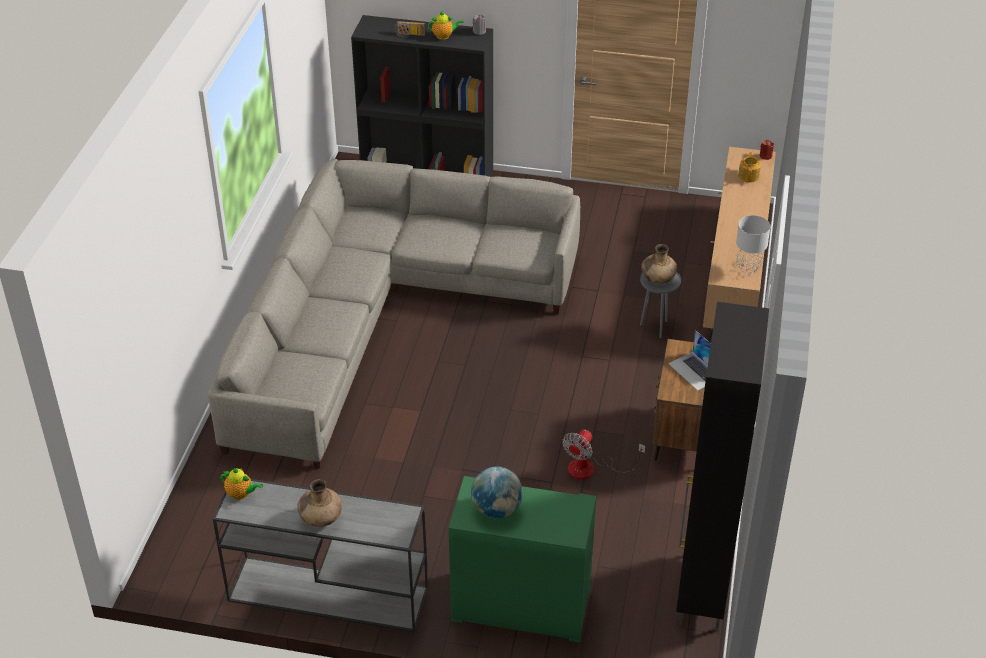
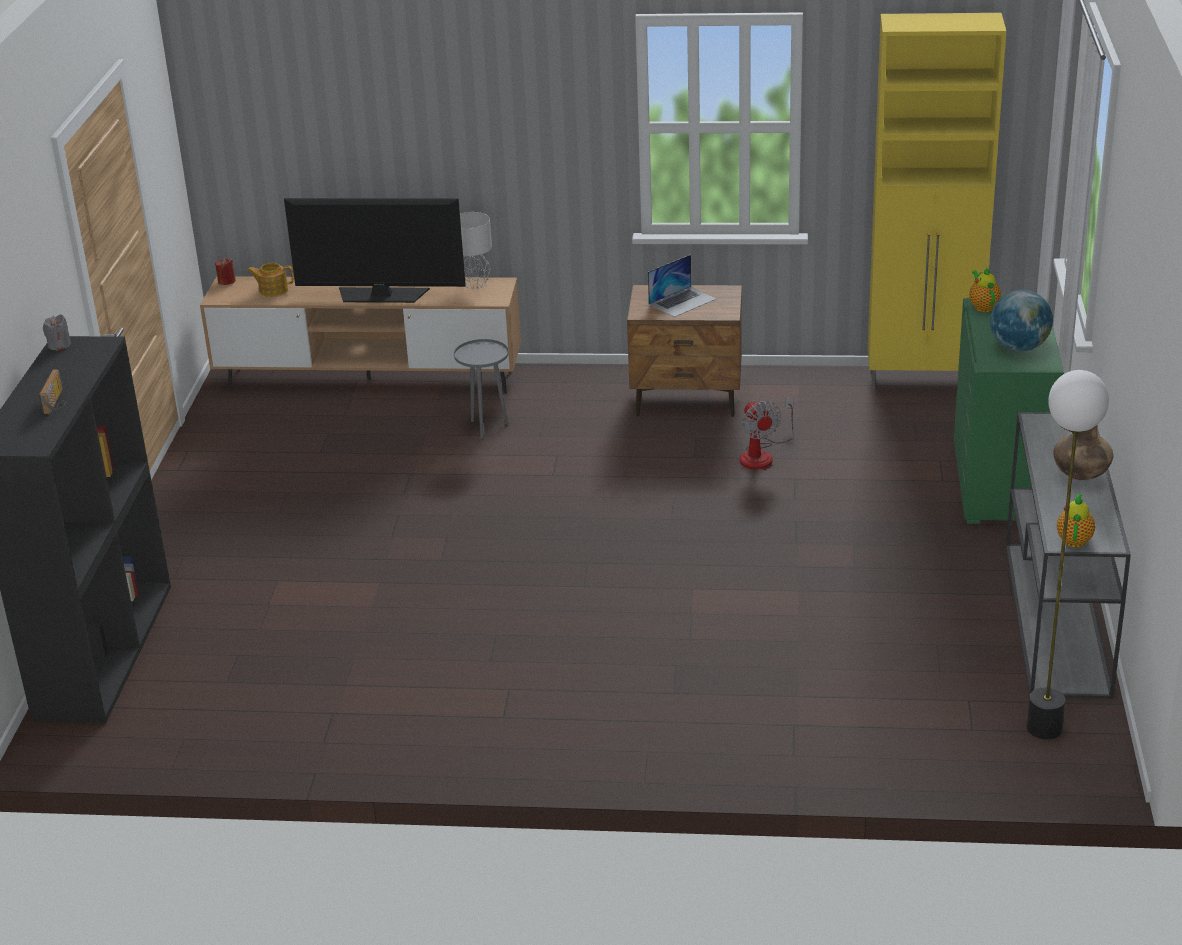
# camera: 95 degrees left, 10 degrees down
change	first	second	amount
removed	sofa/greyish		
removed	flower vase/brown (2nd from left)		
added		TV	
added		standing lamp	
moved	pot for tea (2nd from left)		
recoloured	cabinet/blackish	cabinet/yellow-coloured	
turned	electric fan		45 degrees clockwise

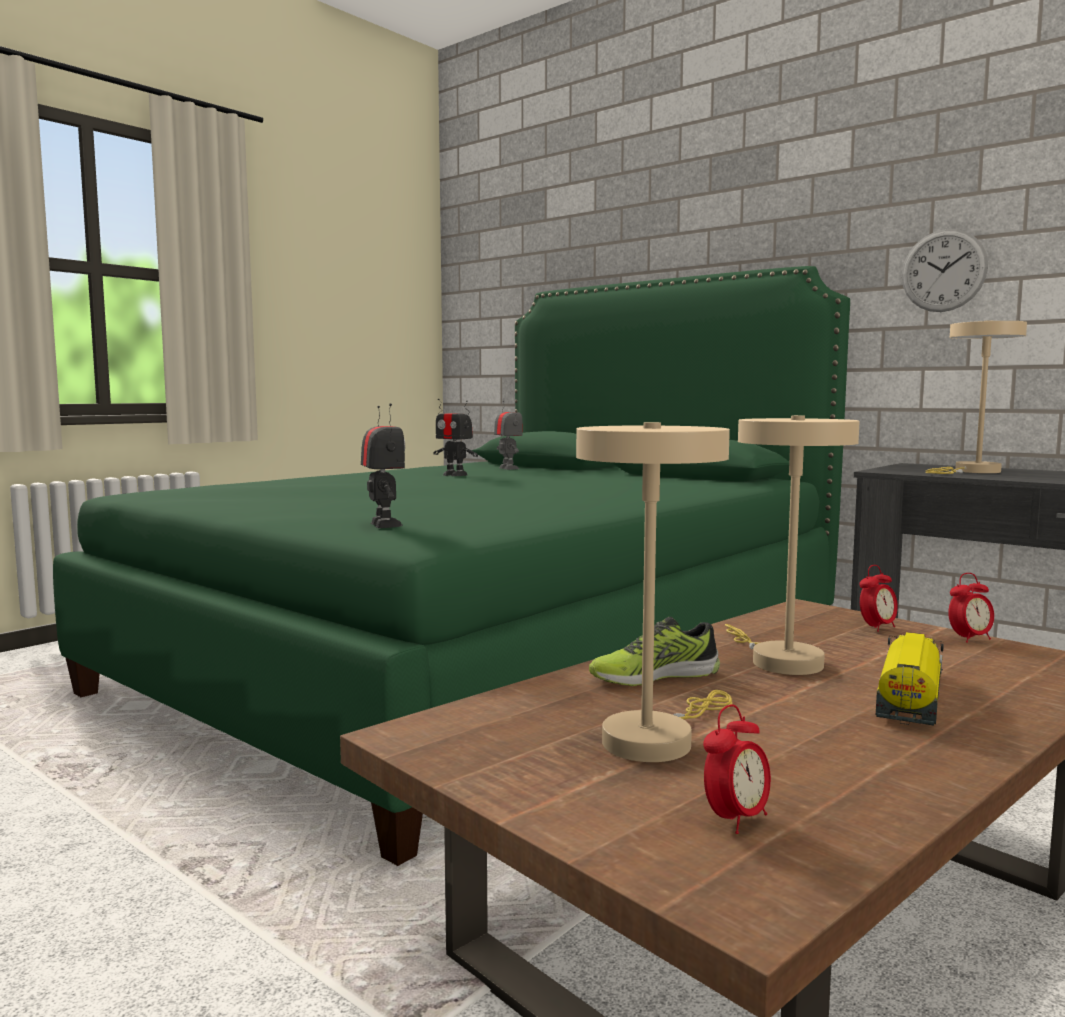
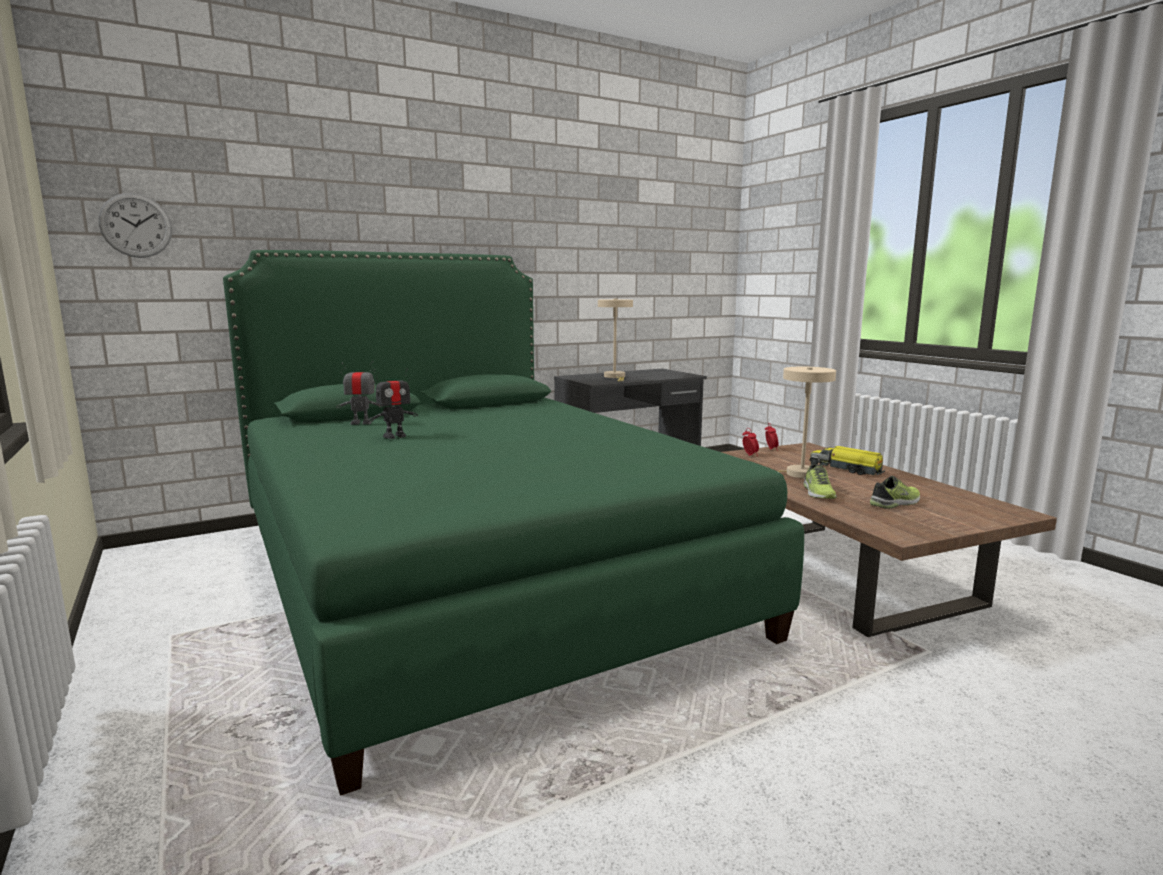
# camera: 70 degrees left, 5 degrees up
change	first	second	amount
removed	toy robot (1st from left)		
removed	bedside clock (1st from left)		
moved	clock on the wall		
replaced	table lamp/sand-coloured (1st from left)	low shoe (2nd from left)	

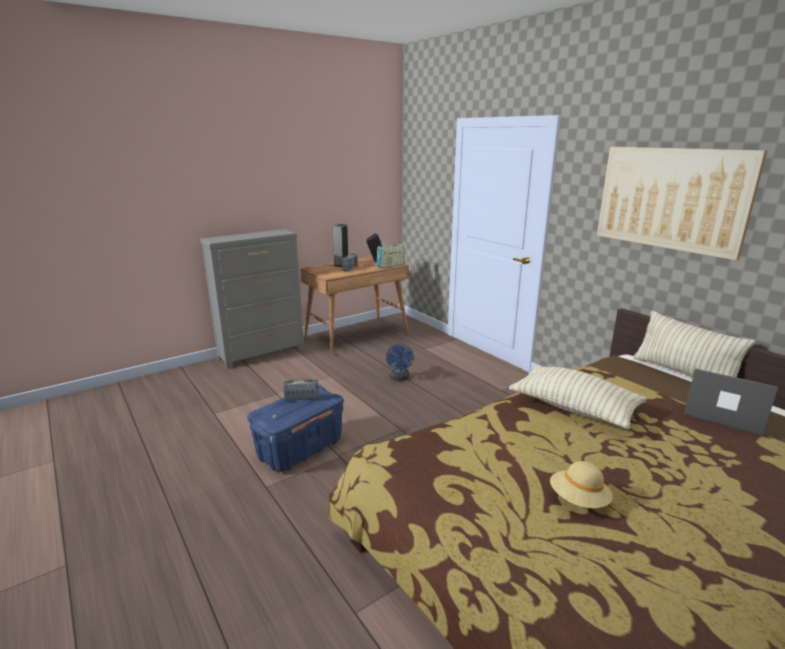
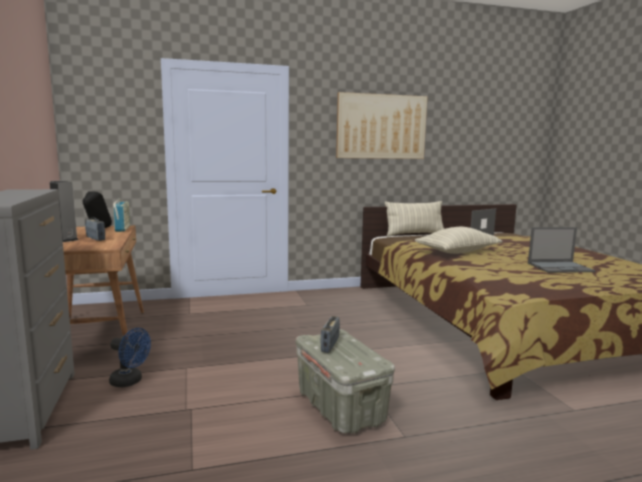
# camera: 70 degrees left, 10 degrees down
change	first	second	amount
moved	electric fan/bluish		
replaced	hat/sand-coloured	notebook computer (2nd from left)	
recoloured	storage box/bluish	storage box/greyish	

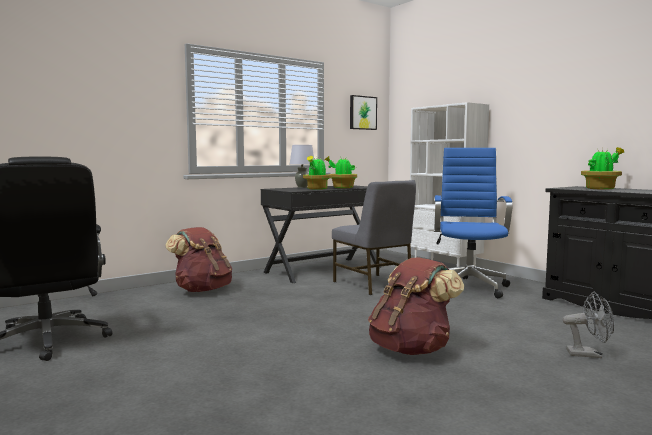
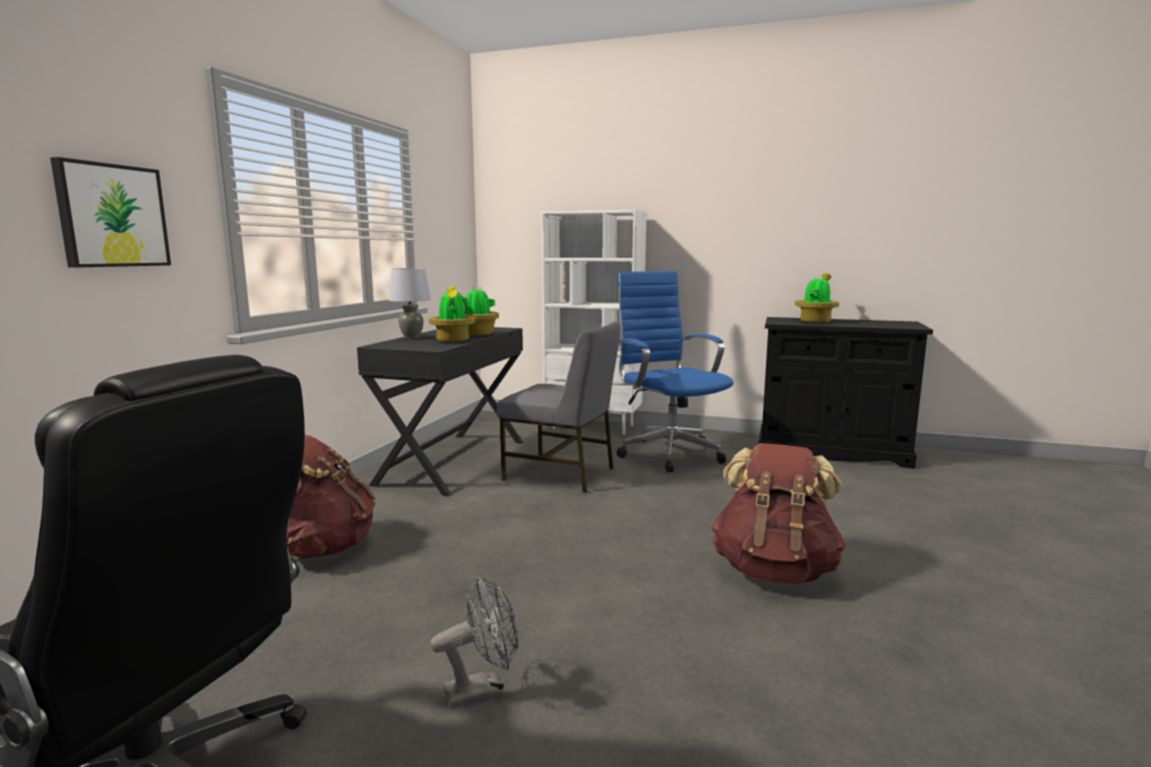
# camera: 35 degrees left, 5 degrees up
change	first	second	amount
moved	wall picture		
moved	electric fan/greyish		

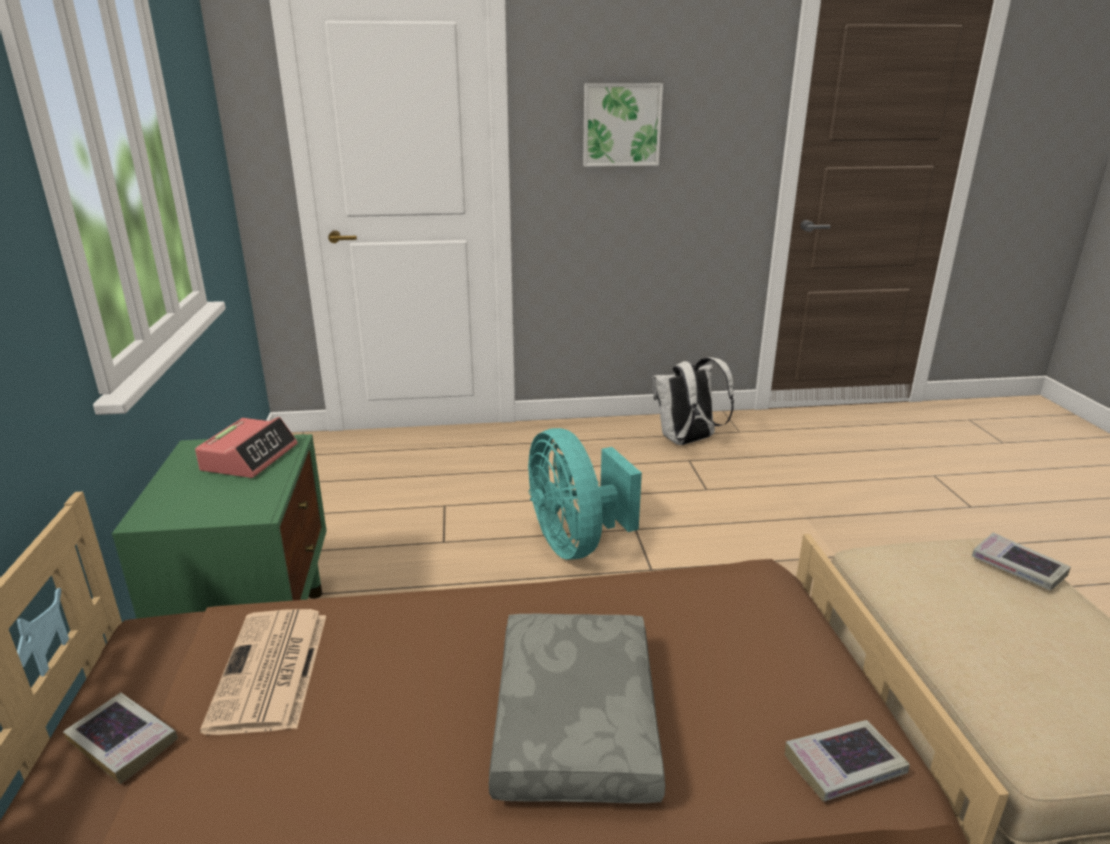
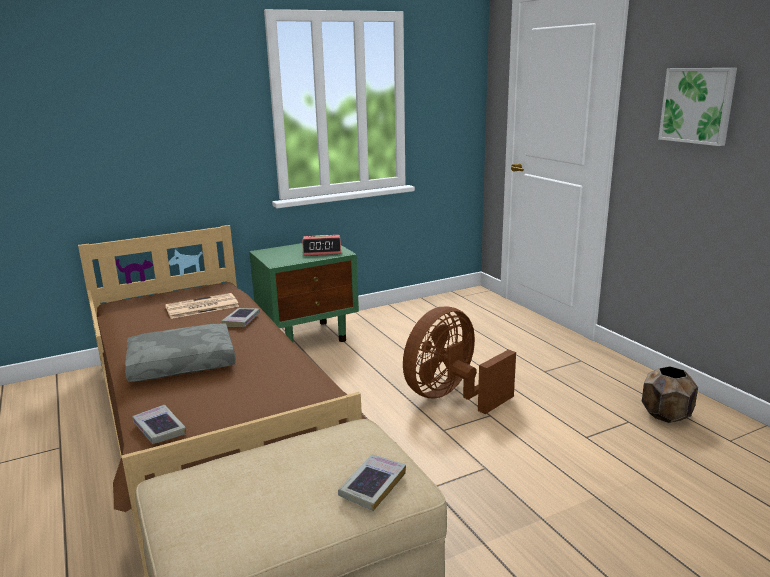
# camera: 70 degrees right, 5 degrees down
change	first	second	amount
moved	volume (1st from left in the first image)	volume (2nd from left)	
replaced	rucksack/whitish	planter/brown	
recoloured	electric fan/turquoise-coloured	electric fan/brown	

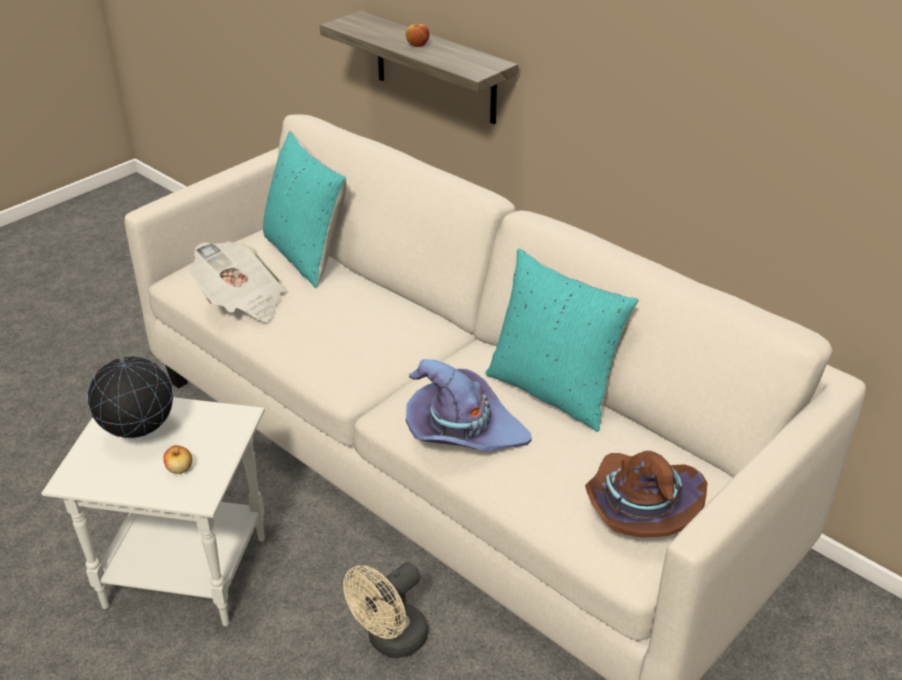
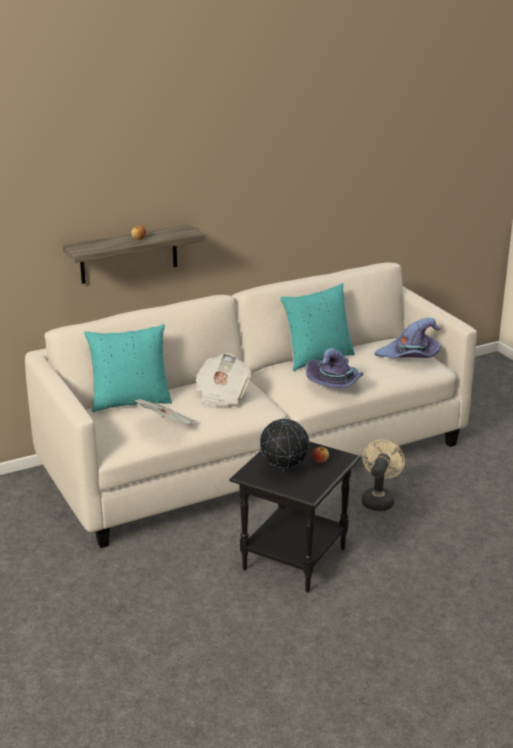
# camera: 70 degrees left, 10 degrees down
change	first	second	amount
added		daily paper (2nd from left)	
recoloured	side table/whitish	side table/blackish	
recoloured	hat/brown	hat/purple (2nd from left)	
turned	electric fan/sand-coloured		135 degrees counterclockwise

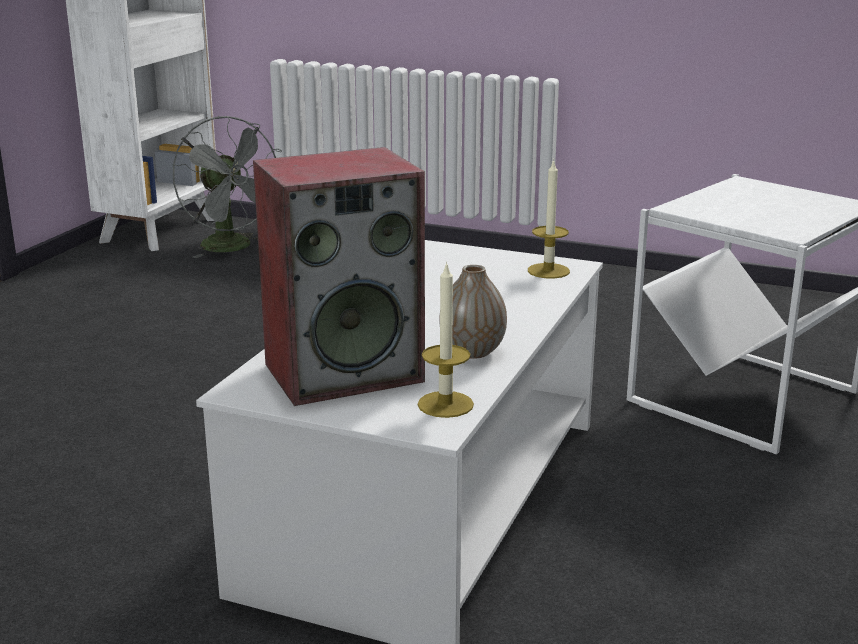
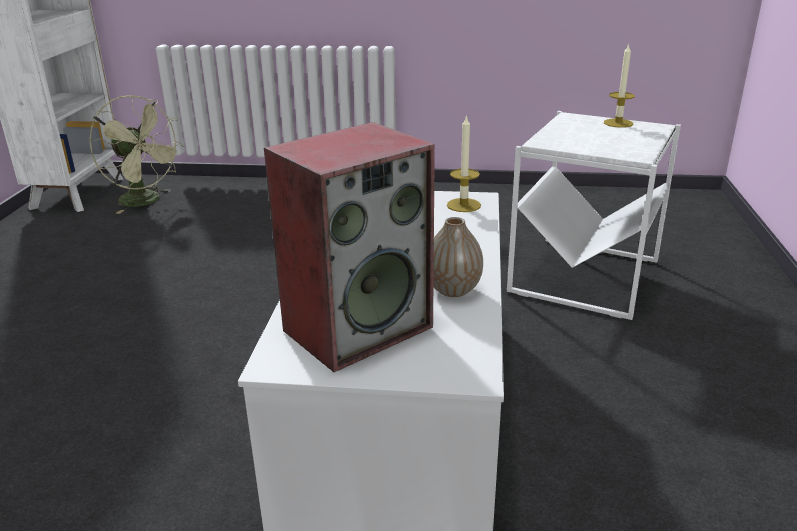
# camera: 15 degrees left, 5 degrees up
change	first	second	amount
moved	wax candle (1st from left in the first image)	wax candle (2nd from left)	
recoloured	electric fan/greyish	electric fan/green	

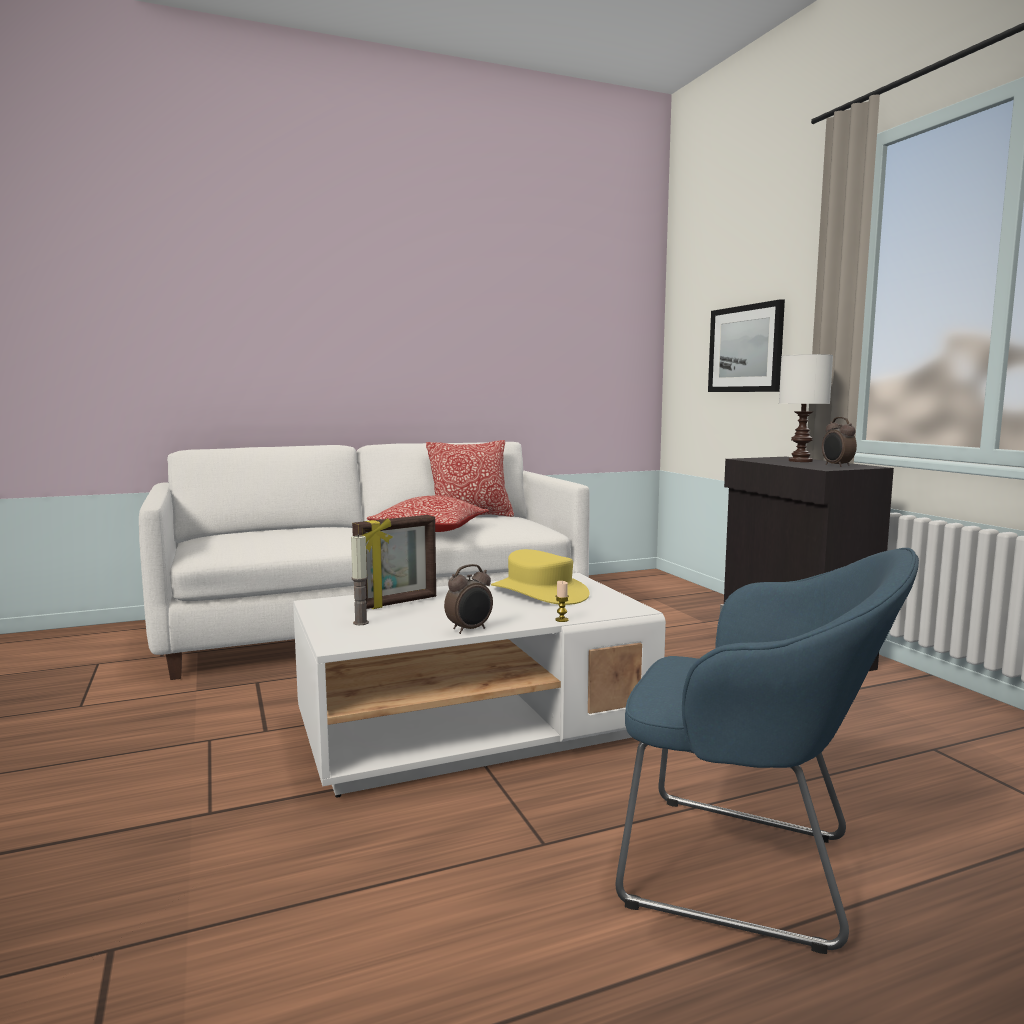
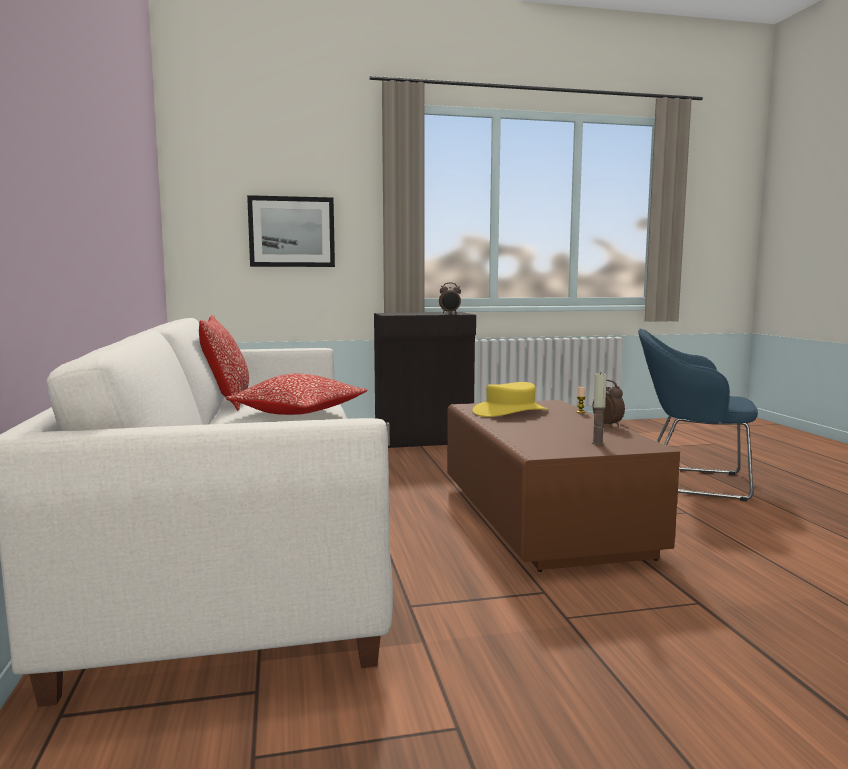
# camera: 80 degrees left, 0 degrees up
change	first	second	amount
removed	photo frame		
removed	table lamp/whitish		
recoloured	low table/whitish	low table/brown	
turned	easy chair/bluish		105 degrees counterclockwise

